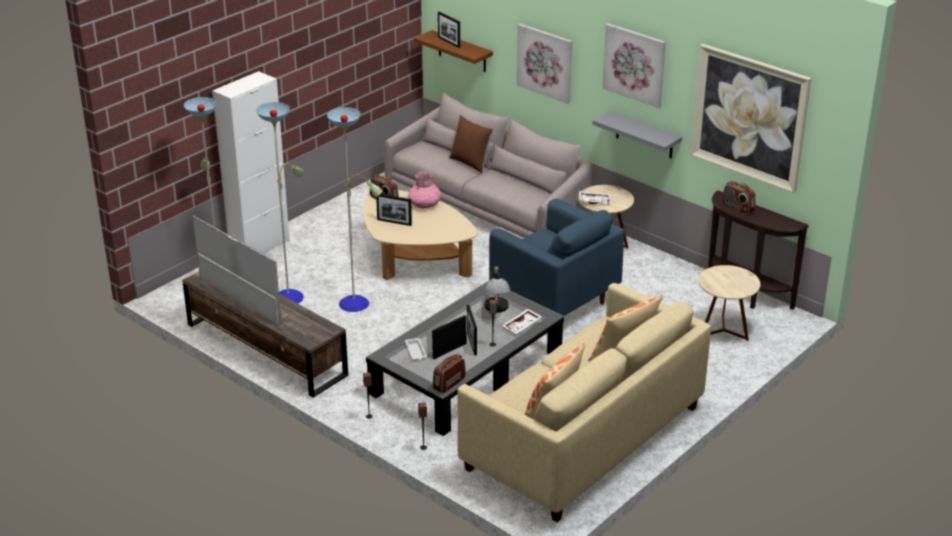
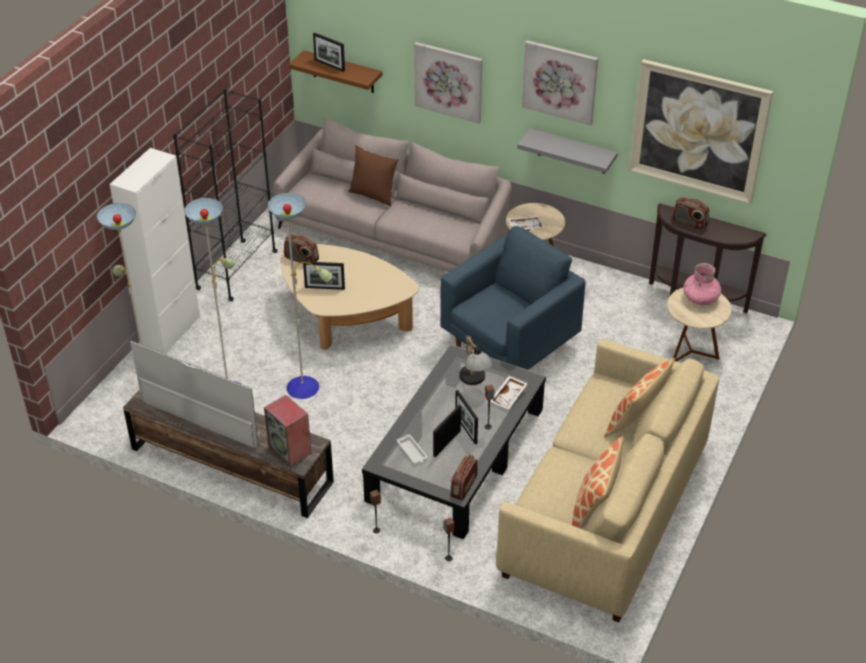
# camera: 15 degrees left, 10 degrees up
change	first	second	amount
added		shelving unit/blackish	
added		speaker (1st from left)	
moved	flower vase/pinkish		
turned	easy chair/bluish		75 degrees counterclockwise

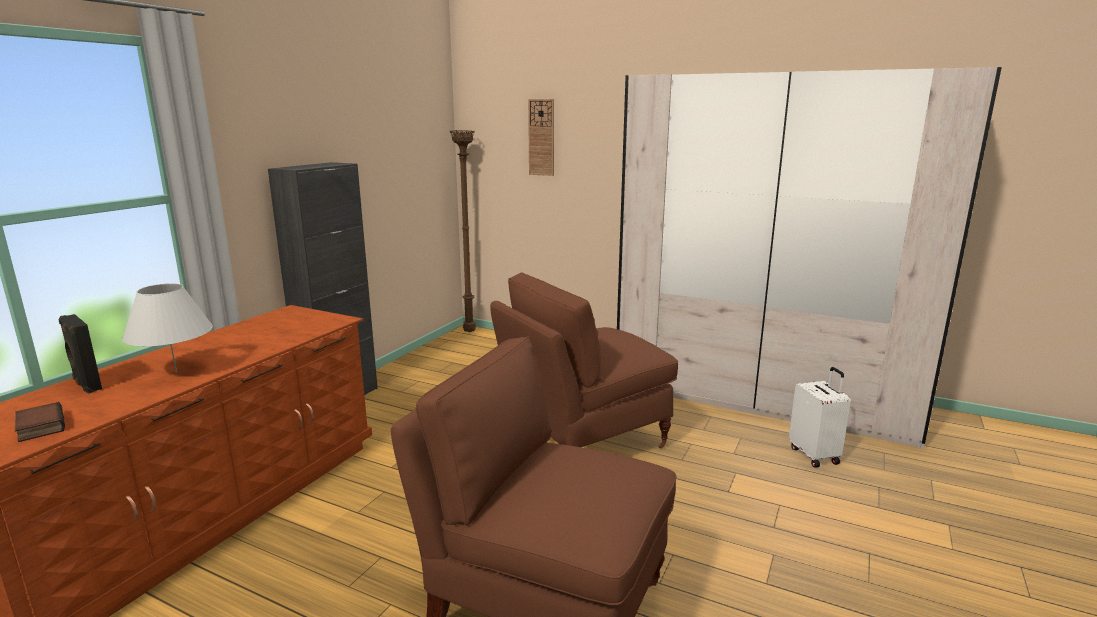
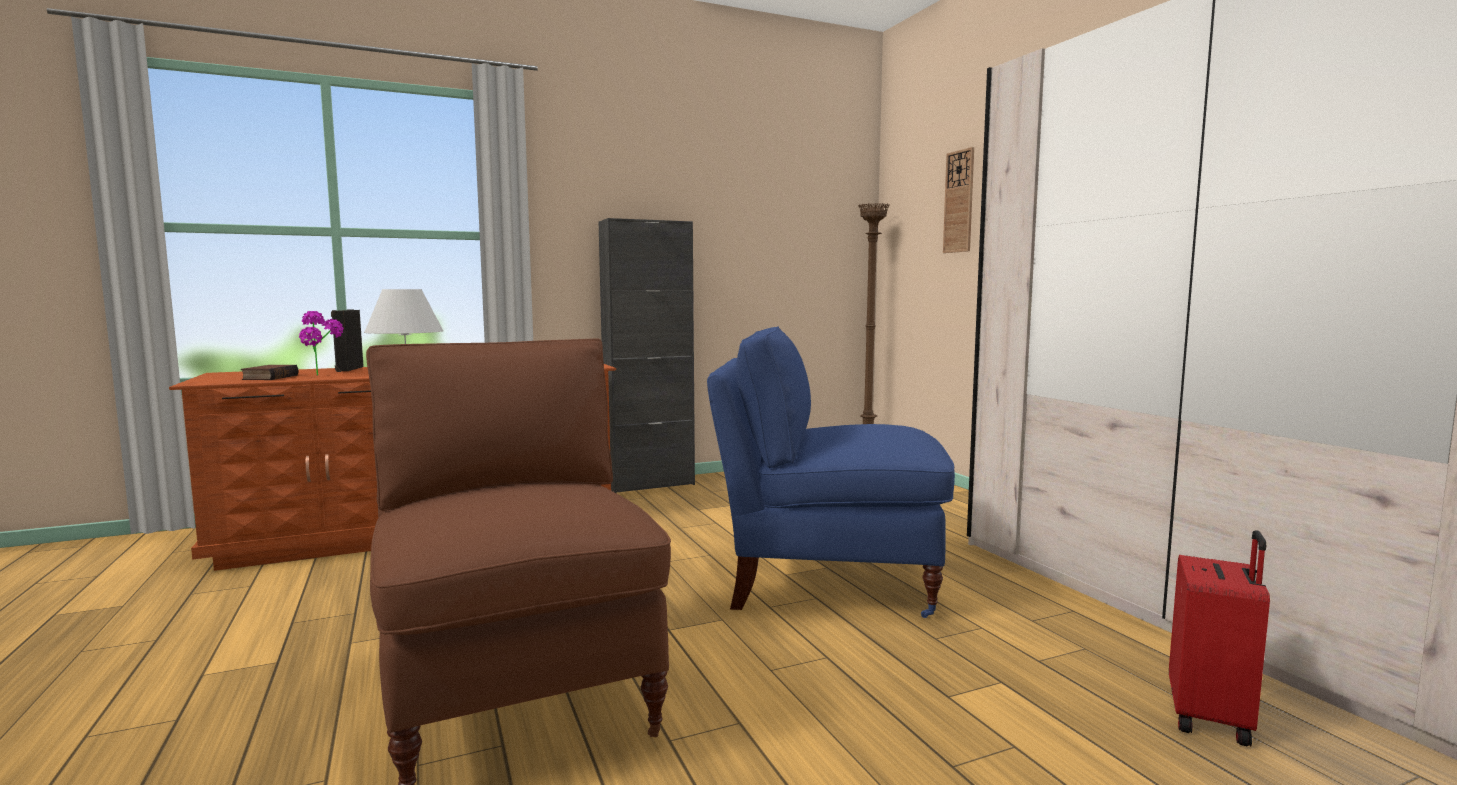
# camera: 40 degrees right, 10 degrees down
change	first	second	amount
added		houseplant	
recoloured	upright chair/brown (2nd from left)	upright chair/bluish	
recoloured	piece of luggage/whitish	piece of luggage/red	

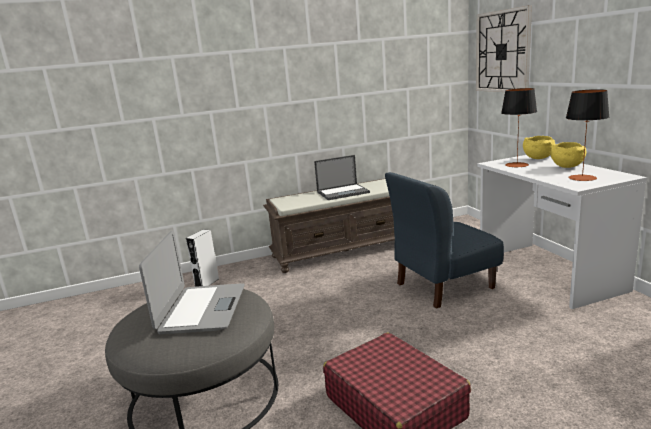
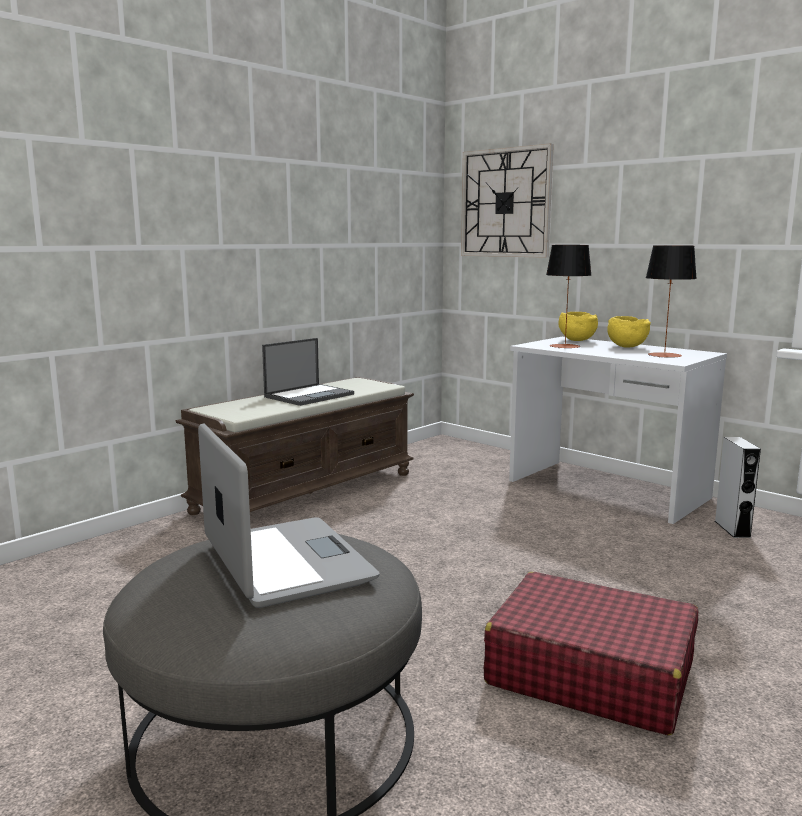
# camera: 30 degrees left, 5 degrees down
change	first	second	amount
removed	upright chair/bluish		
moved	speaker/greyish		

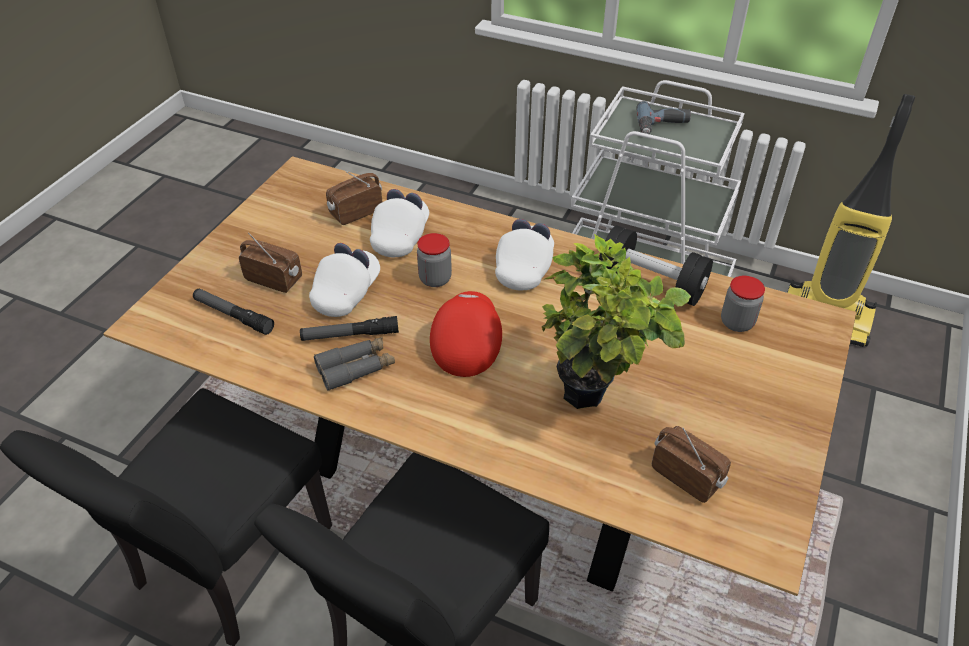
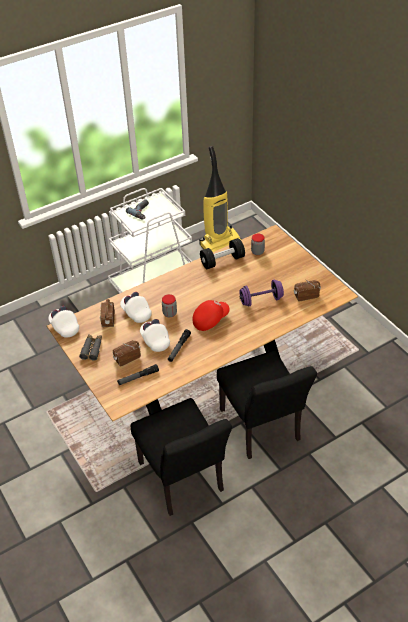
# camera: 55 degrees left, 0 degrees up
change	first	second	amount
moved	pair of binoculars/greyish		
moved	peaked cap/whitish (3rd from left in the first image)	peaked cap/whitish (1st from left)	
replaced	houseplant	dumbbell/purple	
turned	peaked cap/red		105 degrees clockwise

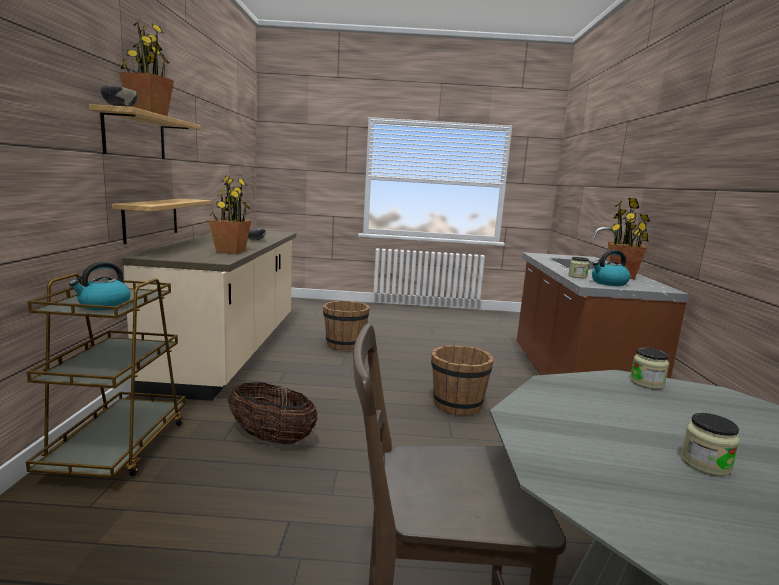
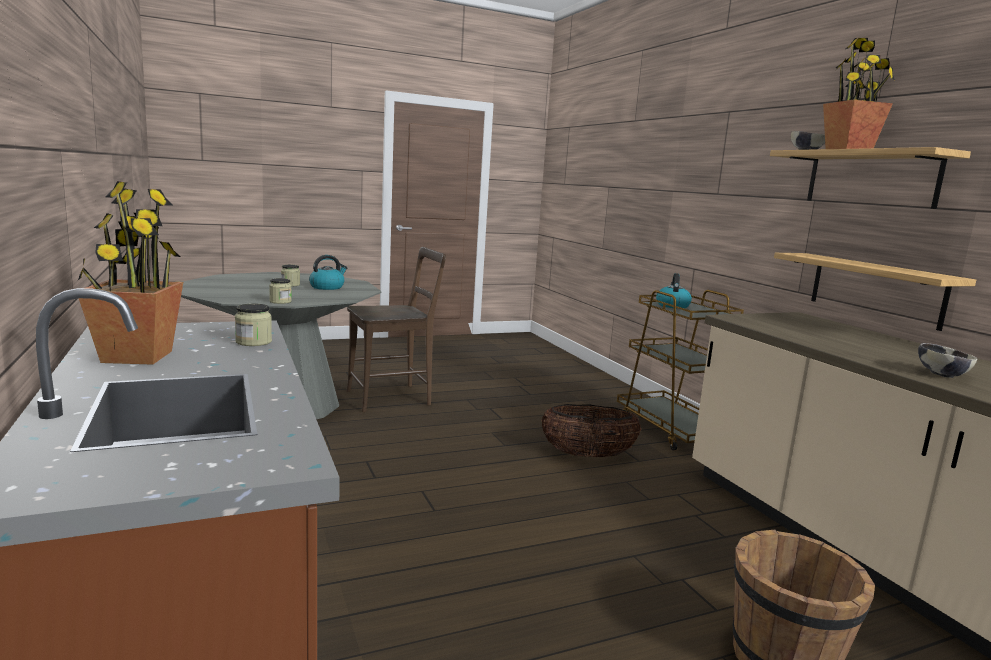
# camera: 155 degrees right, 0 degrees up
change	first	second	amount
removed	houseplant (2nd from left)		
removed	pail/brown (2nd from left)		
moved	tea kettle (2nd from left in the first image)	tea kettle (1st from left)	

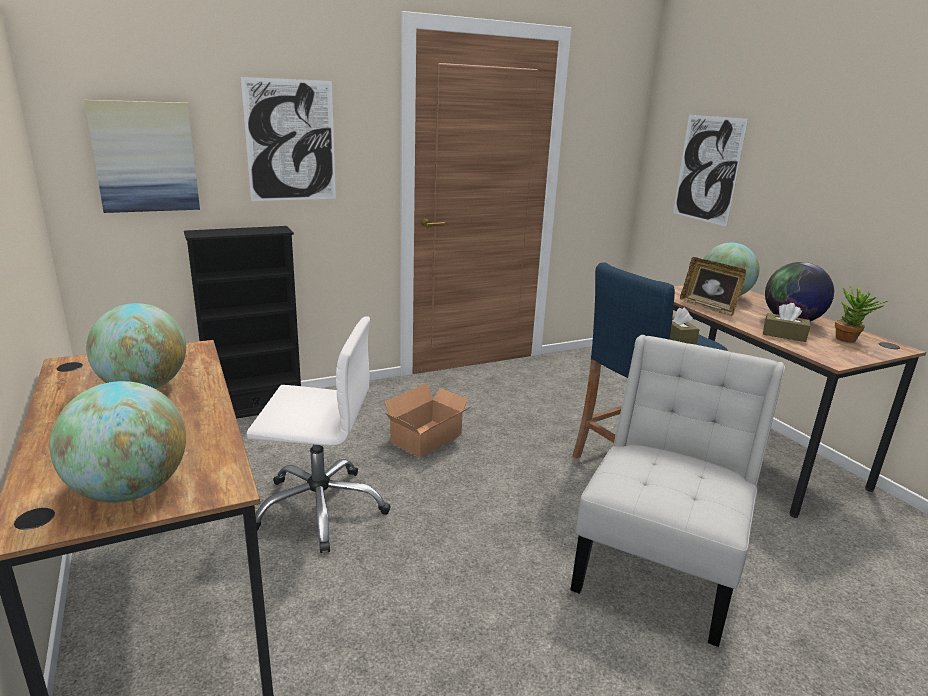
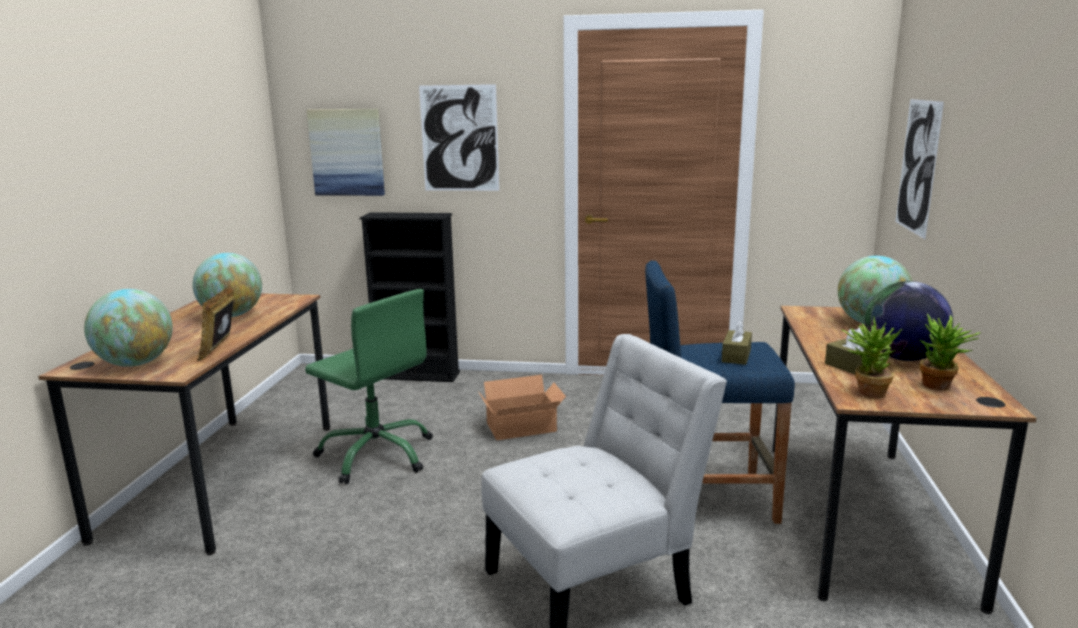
# camera: 35 degrees right, 5 degrees down
change	first	second	amount
added		houseplant (1st from left)	
moved	photo frame		
recoloured	computer chair/whitish	computer chair/green	

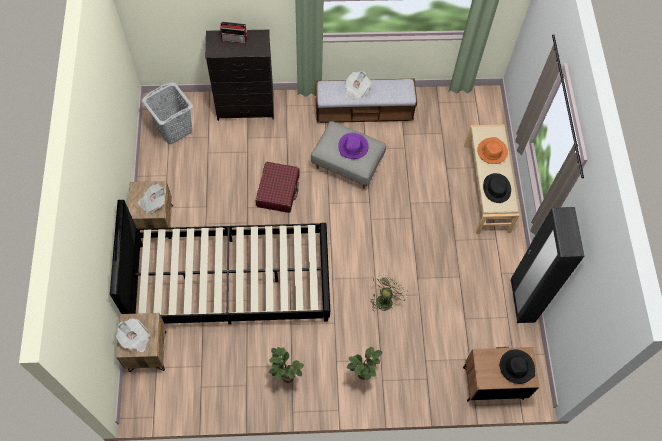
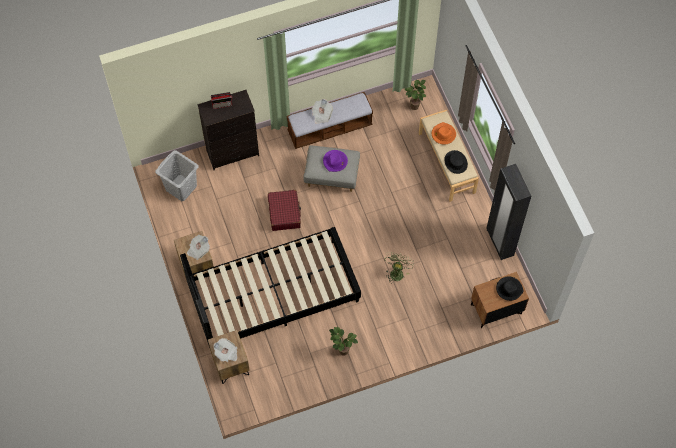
# camera: 15 degrees left, 0 degrees up
change	first	second	amount
moved	houseplant (2nd from left)		

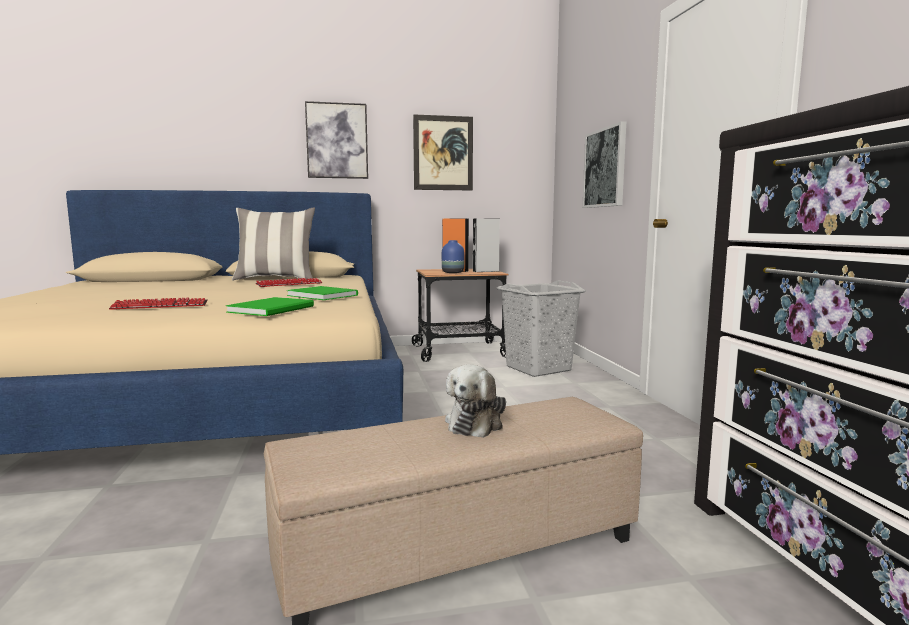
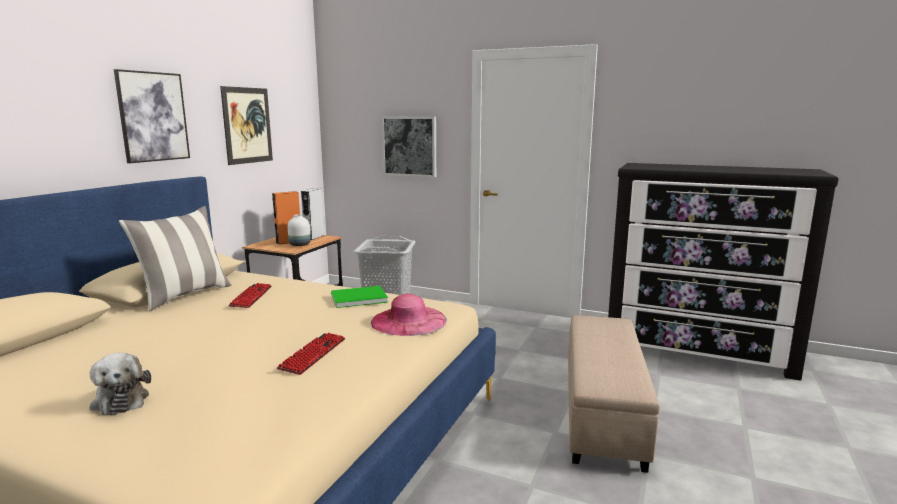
# camera: 55 degrees left, 5 degrees up
change	first	second	amount
moved	soft toy		
replaced	volume/green (1st from left)	hat/pinkish	
recoloured	flower vase/bluish	flower vase/whitish	

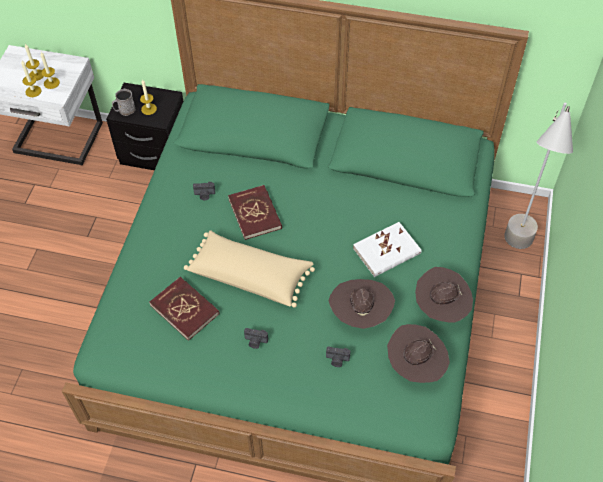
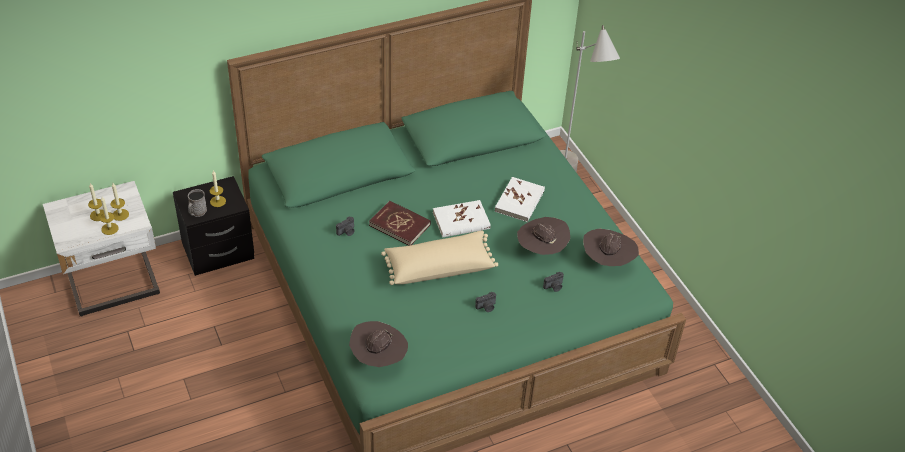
# camera: 40 degrees left, 10 degrees down
change	first	second	amount
removed	volume/red (1st from left)		
added		volume/whitish (1st from left)	
moved	hat/brown (3rd from left in the first image)	hat/brown (1st from left)	

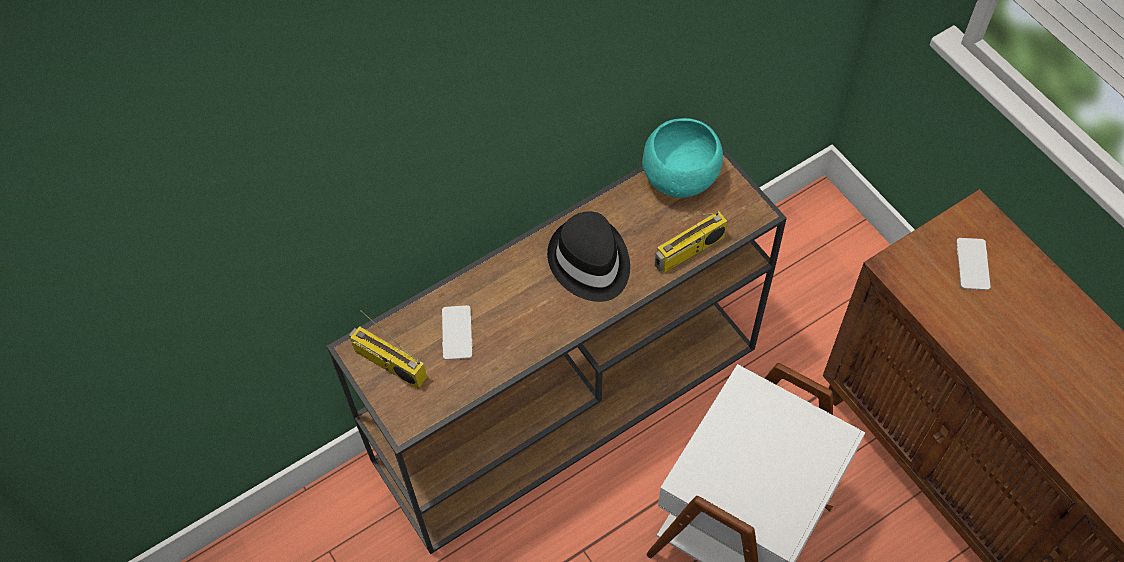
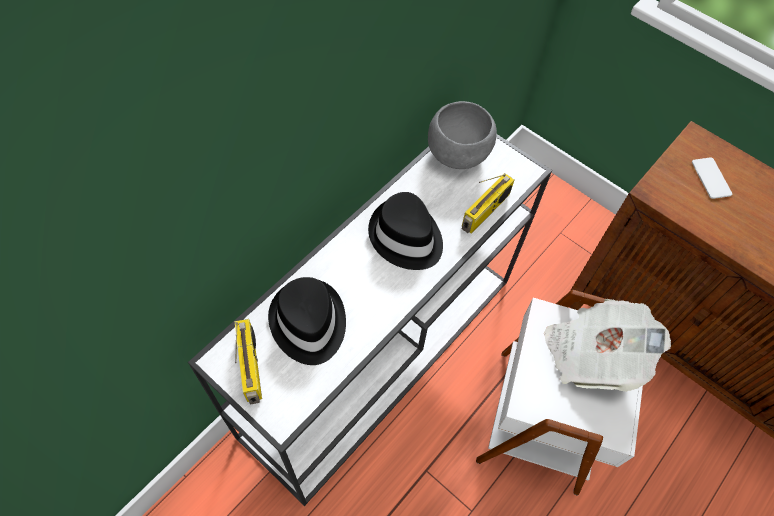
# camera: 20 degrees left, 0 degrees up
change	first	second	amount
added		daily paper	
replaced	handset (1st from left)	hat/blackish (1st from left)	
recoloured	console table/brown	console table/whitish	
recoloured	deep dish/turquoise-coloured	deep dish/greyish	
turned	radio (1st from left)		120 degrees counterclockwise

